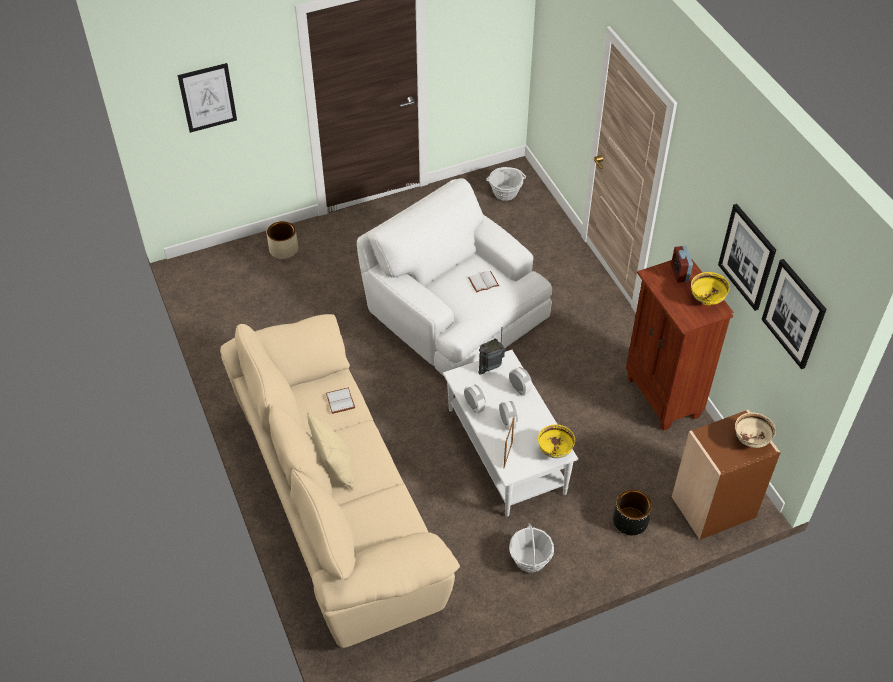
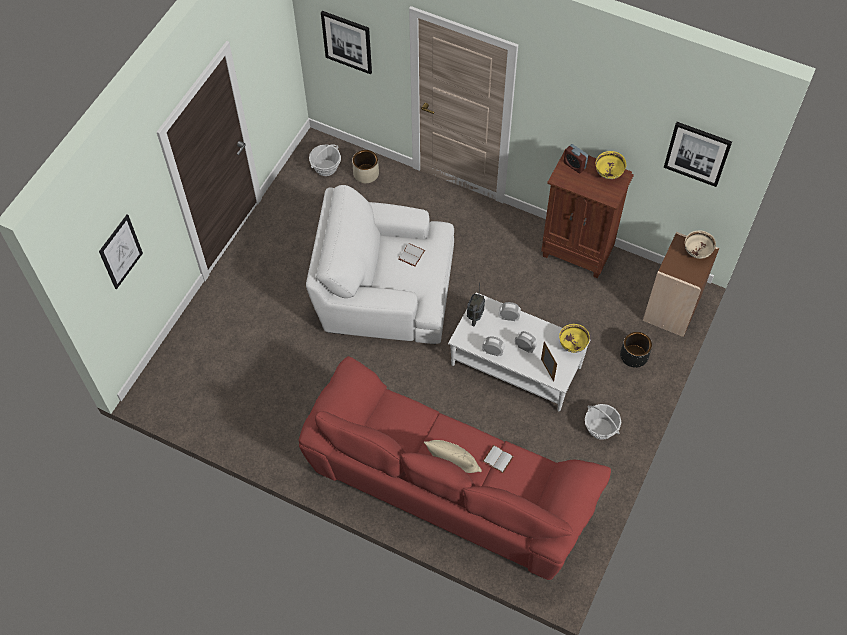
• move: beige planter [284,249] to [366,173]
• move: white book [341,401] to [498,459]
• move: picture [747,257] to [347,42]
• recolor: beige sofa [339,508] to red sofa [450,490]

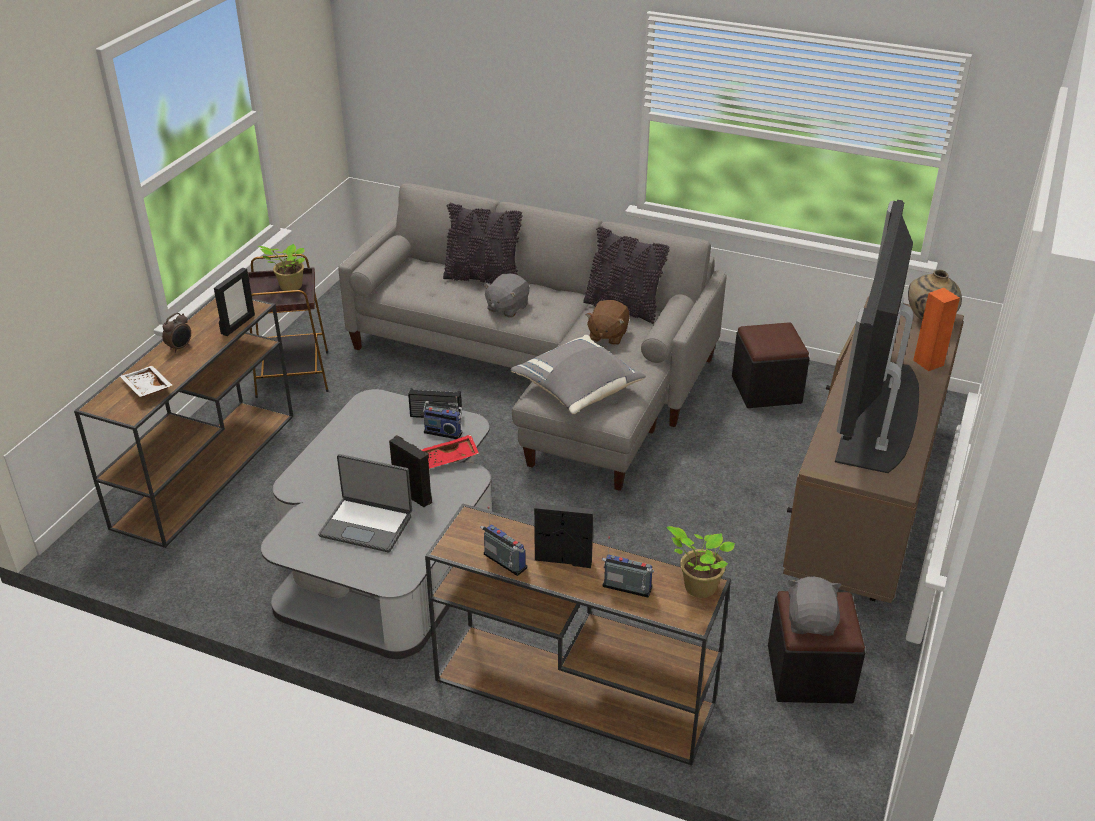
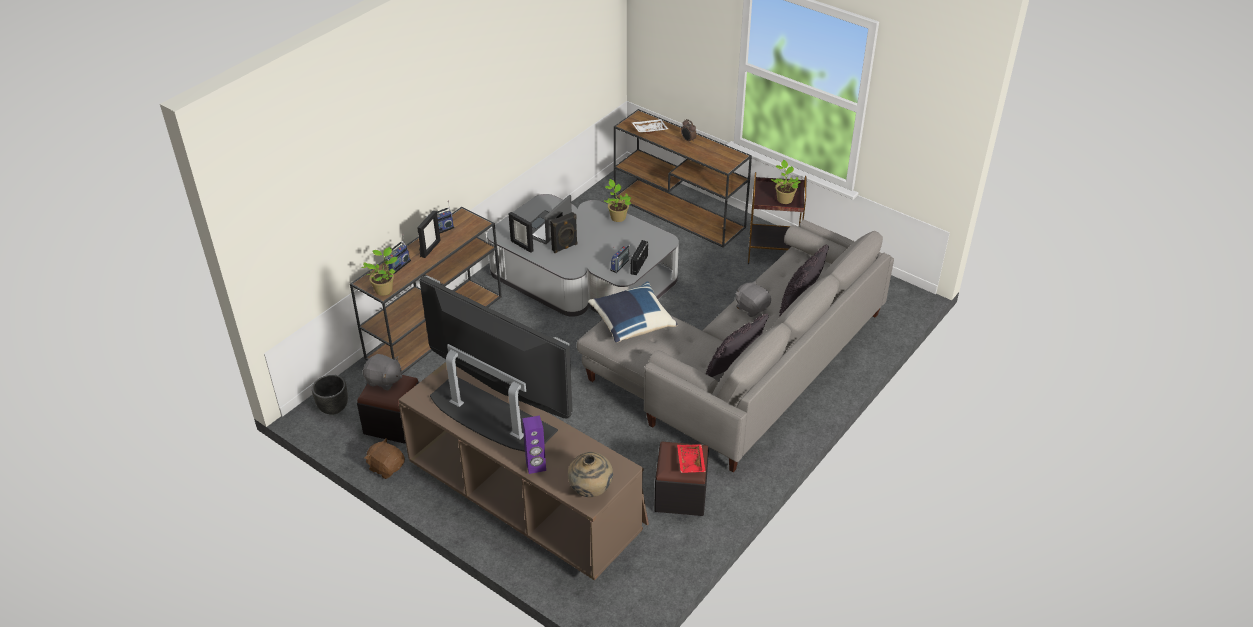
• insert: black planter [333,408]
• insert: potted plant [617,217]
• move: picture frame [238,324] to [522,245]
• move: red tray [448,459] to [690,462]
• move: brown plush toy [607,335] to [386,467]
• recolor: grey pillow [578,391] to blue pillow [632,323]
• recolor: orange speaker [928,362] to purple speaker [536,466]

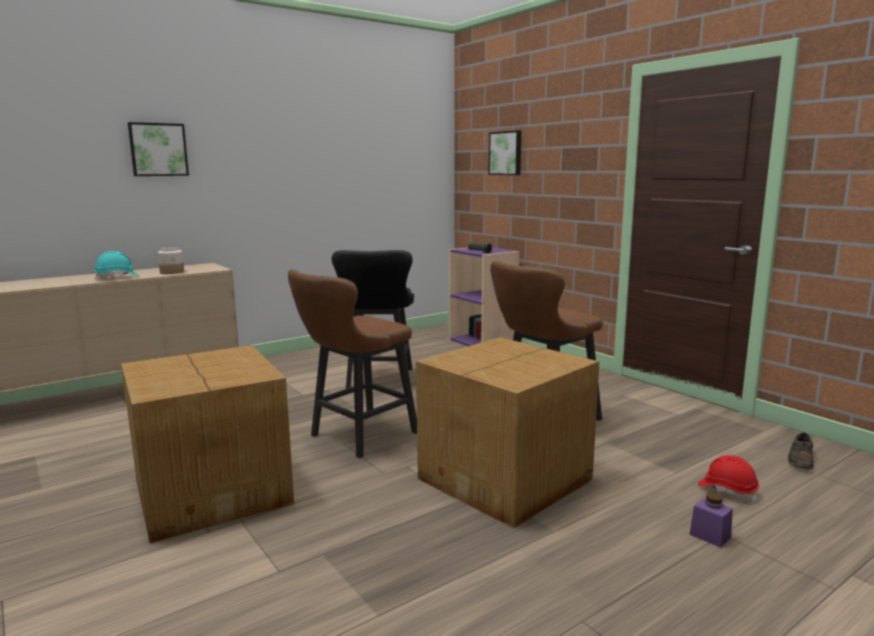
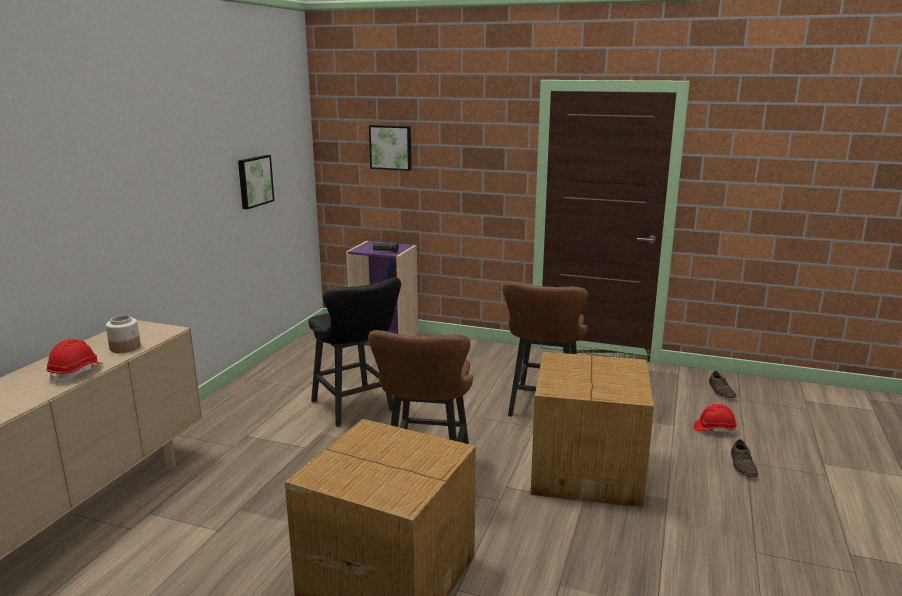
• move: picture [158,149] to [254,181]
• replace: purple jar [710,536] to brown shoe [743,466]
• recolor: turquoise hard hat [117,278] to red hard hat [76,373]

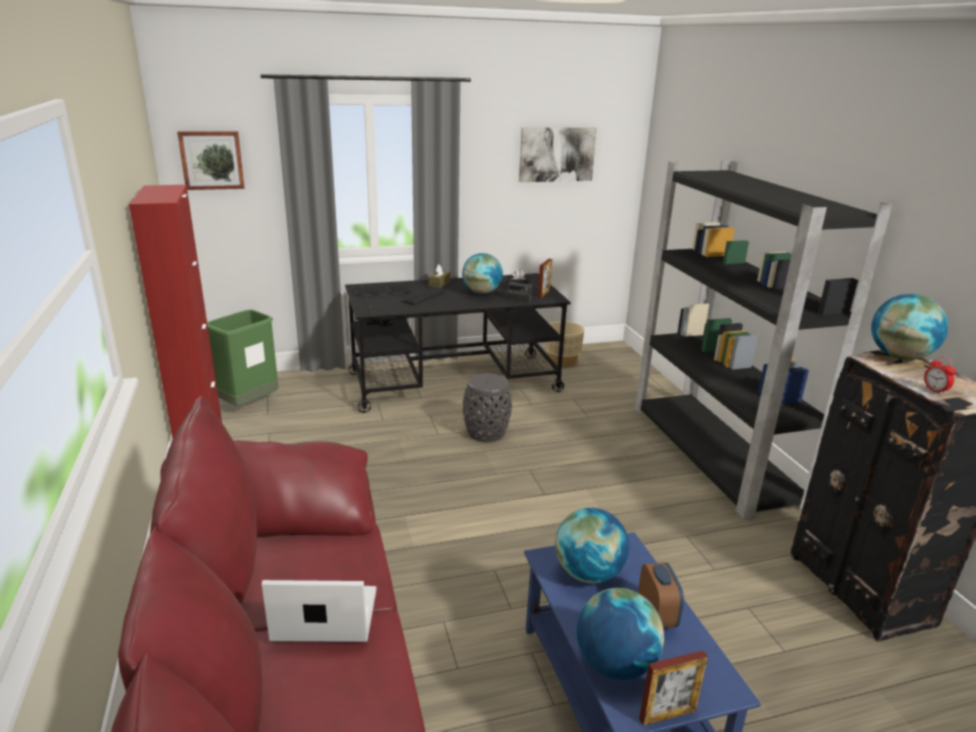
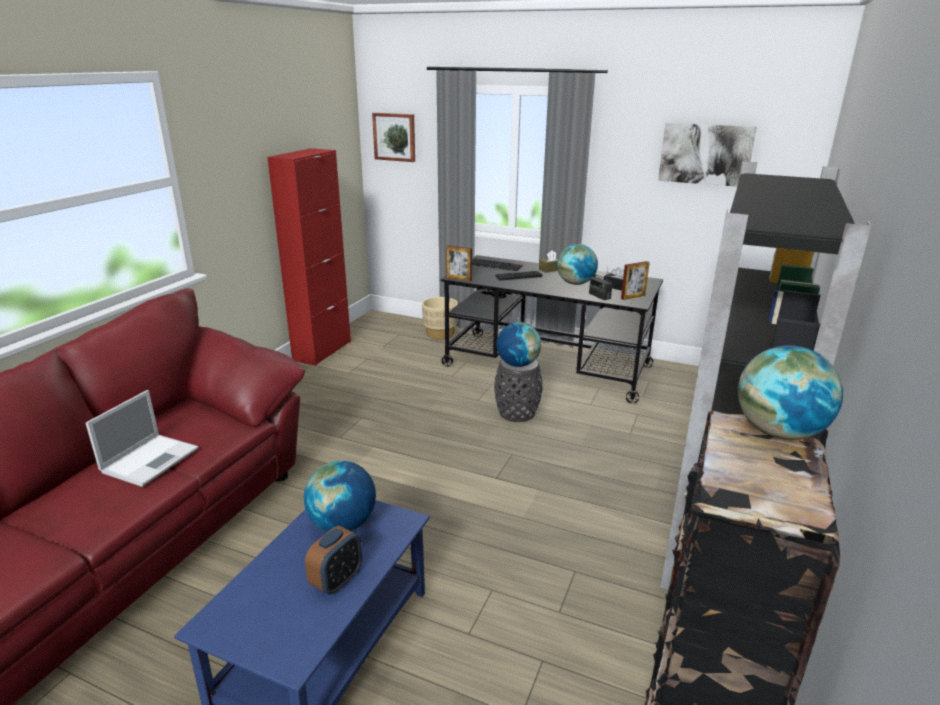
• delete: green trash can [250,404]
• delete: alarm clock [934,390]
• move: beige planter [562,360] to [440,333]
• move: globe [615,664] to [517,364]
• move: picture frame [667,715] to [459,279]
• rotate: laptop [323,616] = [151,459] 75 degrees clockwise

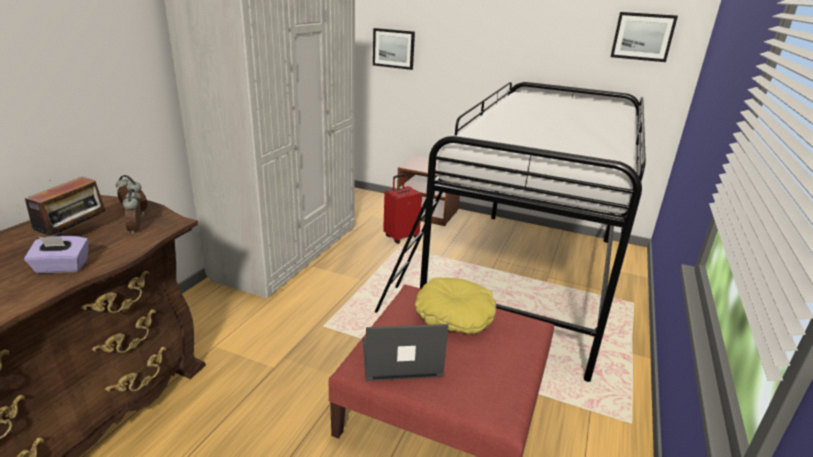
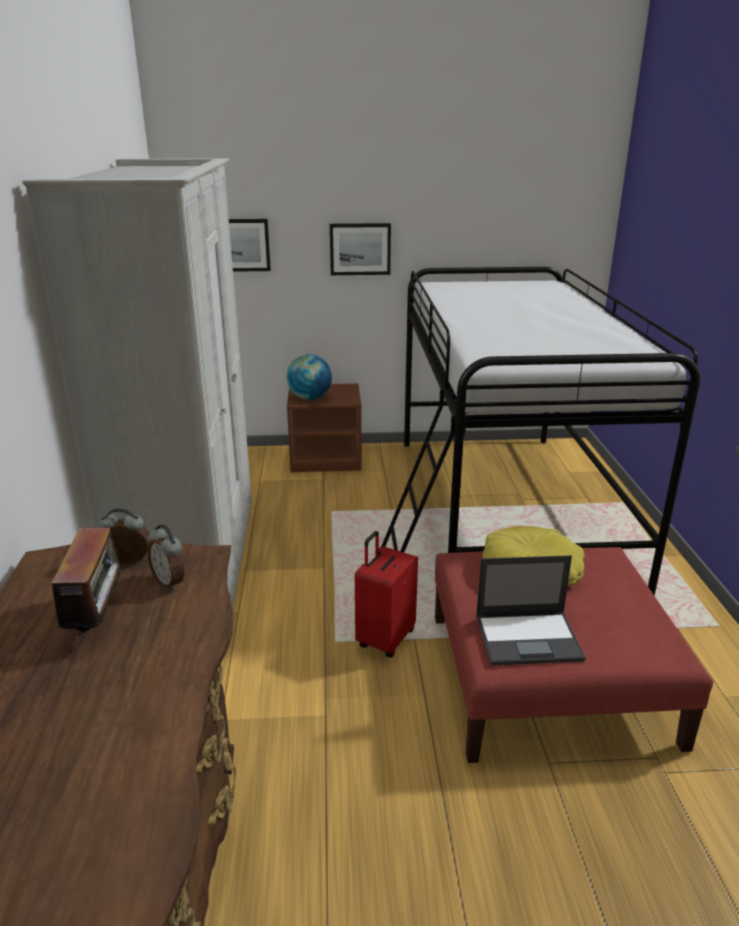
• delete: purple tissue box [62,267]
• insert: globe [310,398]
• move: red suitcase [401,237] to [384,639]
• move: picture [642,36] to [360,249]
• rotate: laptop [400,358] = [529,638] 150 degrees counterclockwise

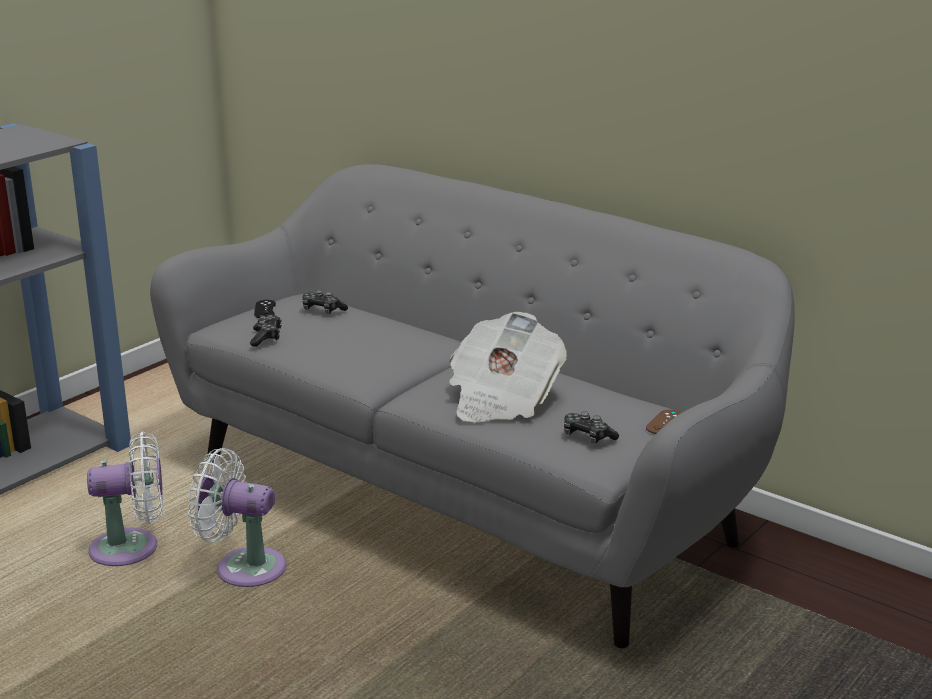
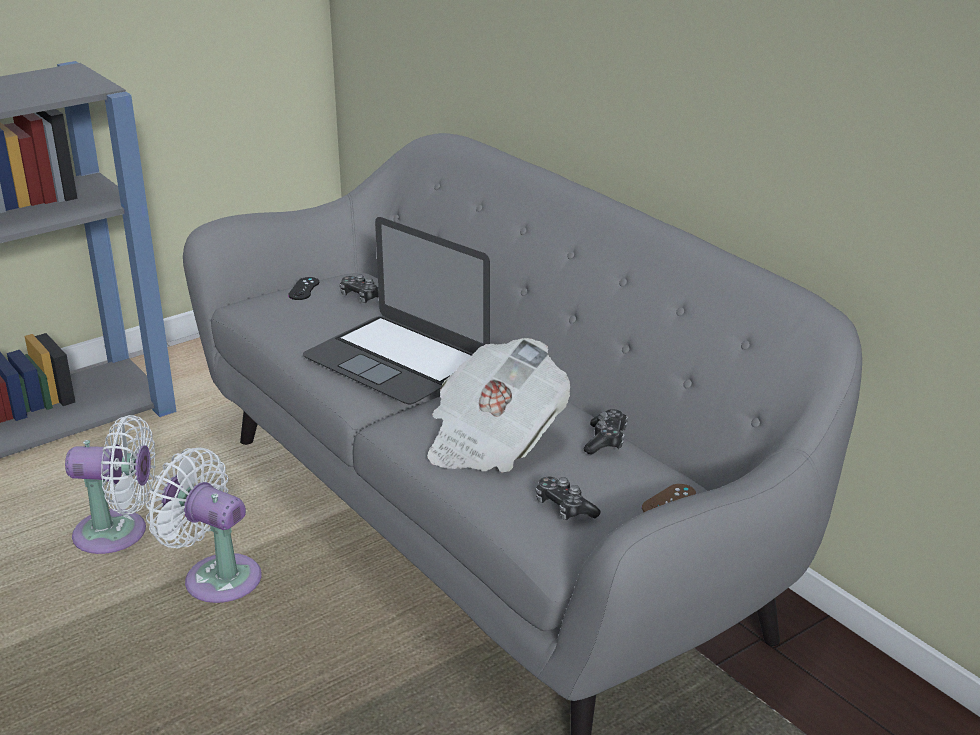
• insert: laptop [396,359]
• move: game controller [266,337] to [606,440]

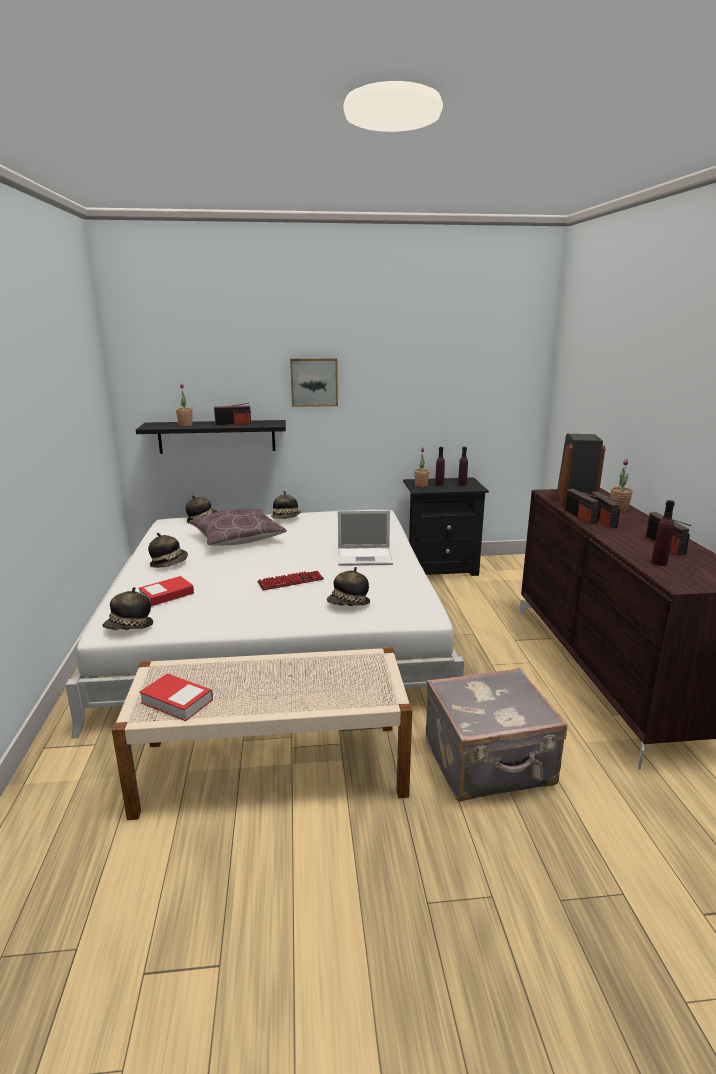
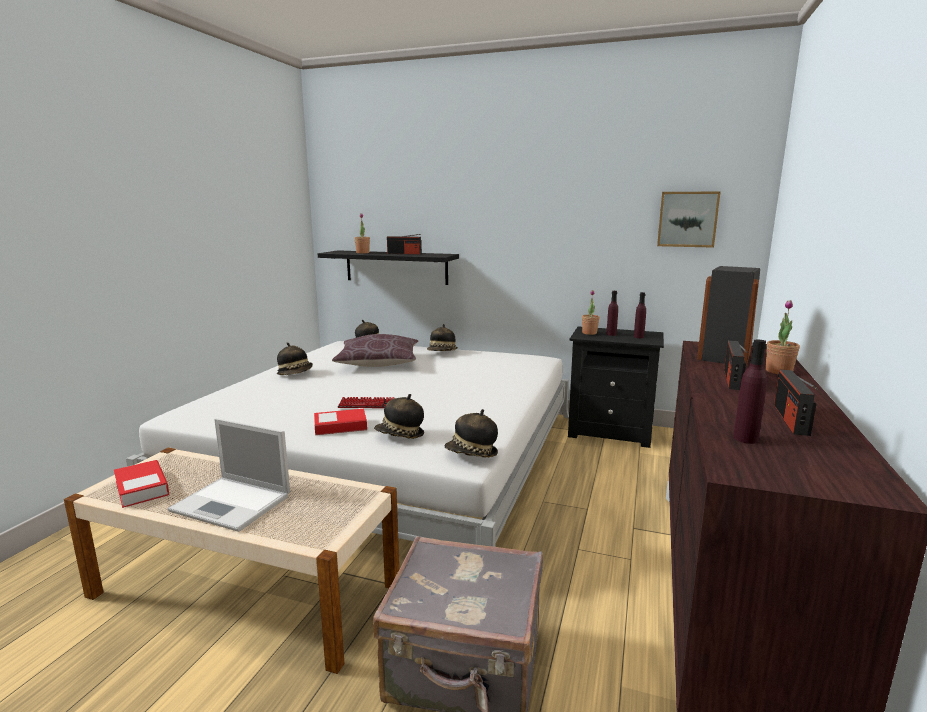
• delete: radio [580,516]
• move: hat [129,628] to [471,454]
• move: book [167,595] to [340,426]
• move: picture [314,382] to [687,219]
• move: laptop [365,557] to [233,503]

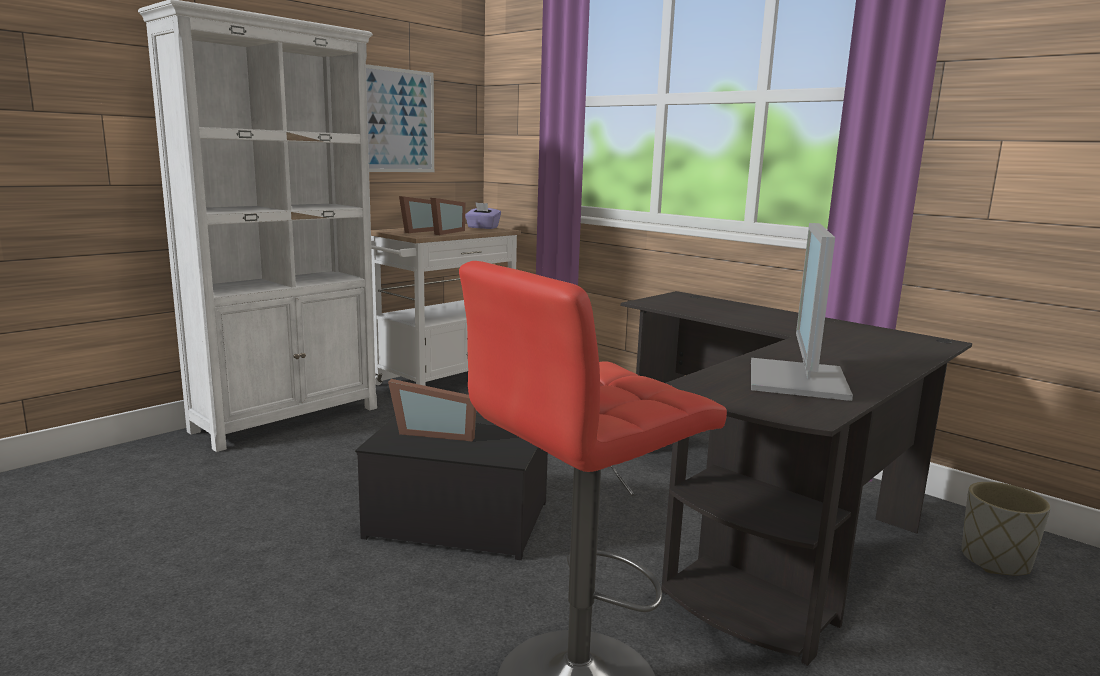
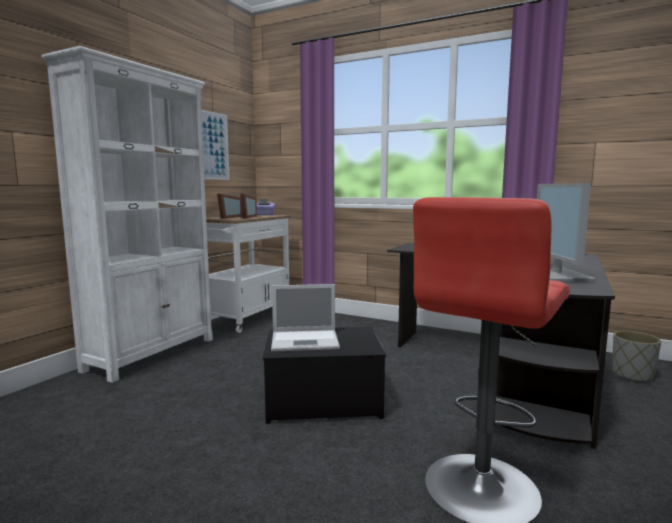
• replace: picture frame [435,432] to laptop [306,341]

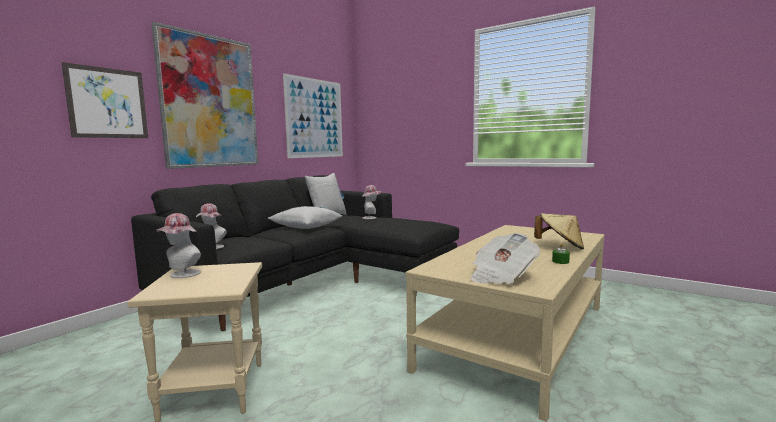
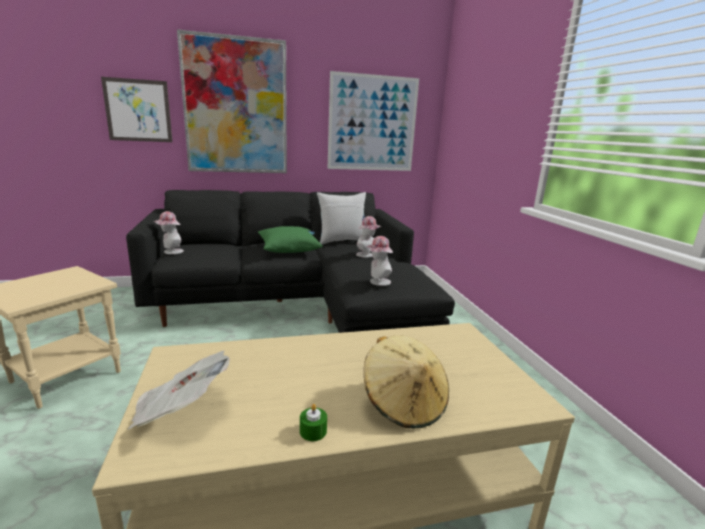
• move: hat [182,275] to [377,282]
• recolor: grey pillow [306,227] to green pillow [289,249]

